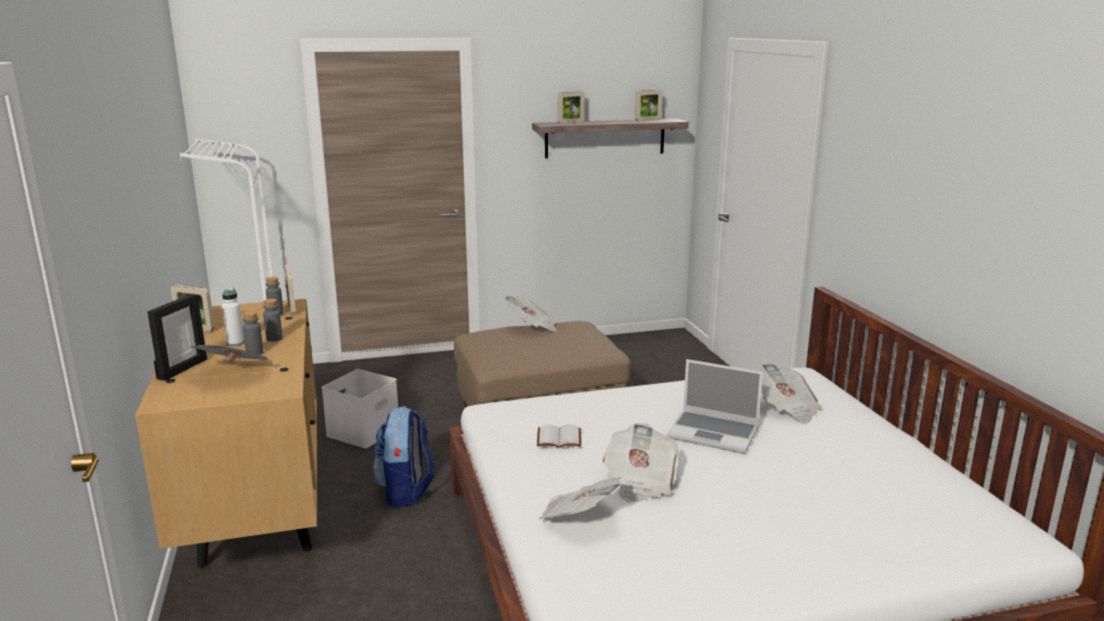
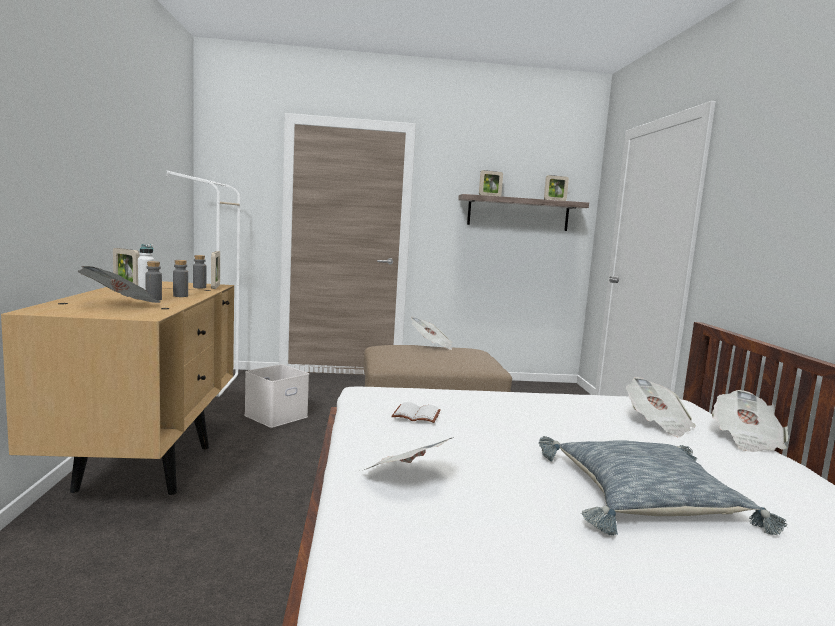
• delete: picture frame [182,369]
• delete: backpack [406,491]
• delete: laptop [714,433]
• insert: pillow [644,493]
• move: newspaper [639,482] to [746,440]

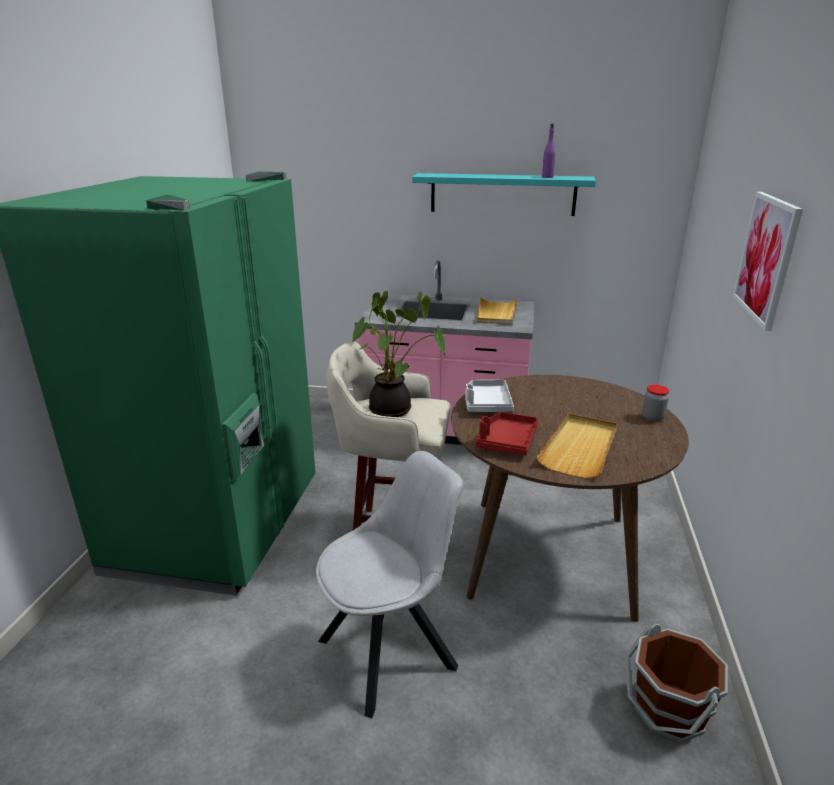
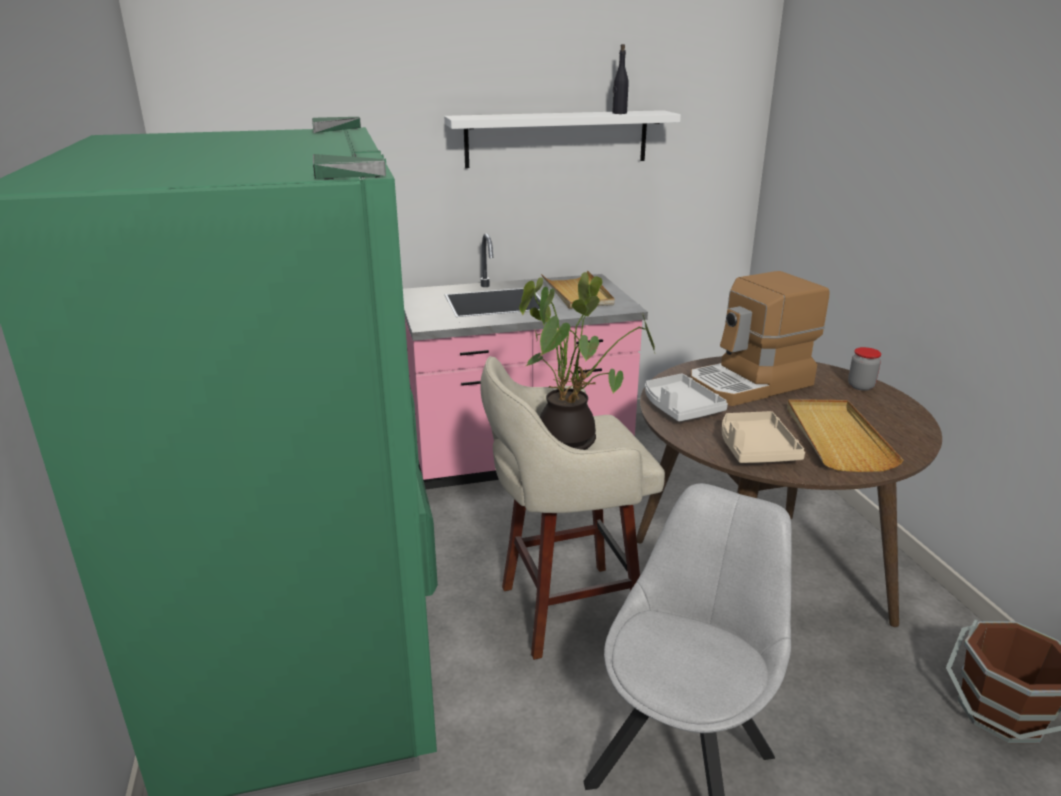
• delete: picture [766,258]
• insert: coffee machine [750,384]
• recolor: turquoise shelf [502,194] to white shelf [557,138]
• recolor: red tray [506,441] to beige tray [755,448]
• recolor: purple bottle [547,177] to black bottle [619,113]

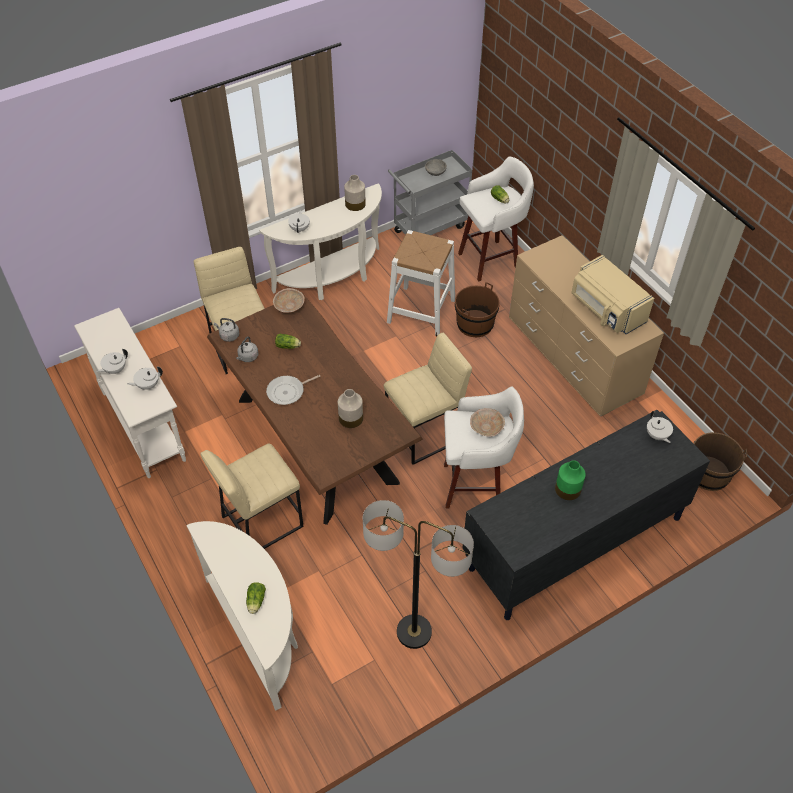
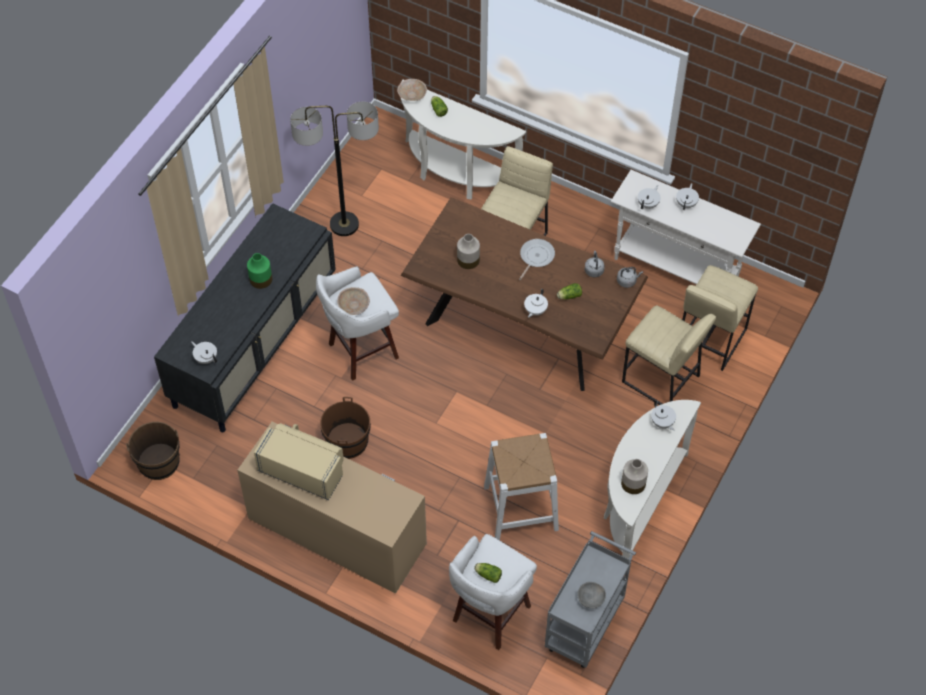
• insert: white teapot [535,310]
• move: beige bowl [289,306] to [412,95]
• move: beige chair [425,433] to [710,340]
• move: brown bucket [475,324] to [347,441]

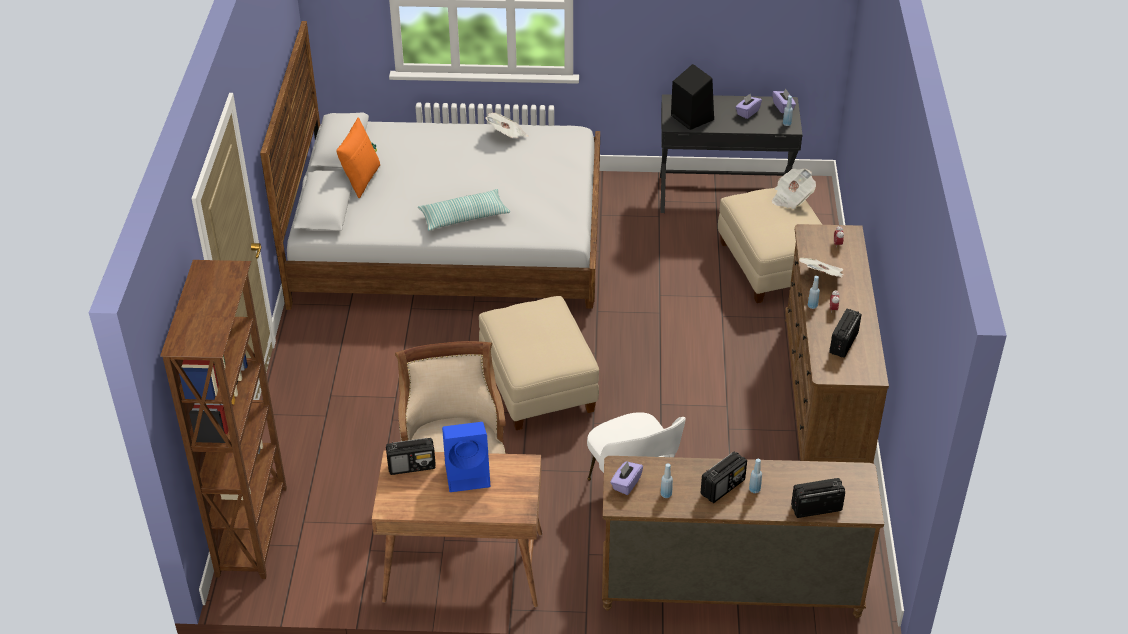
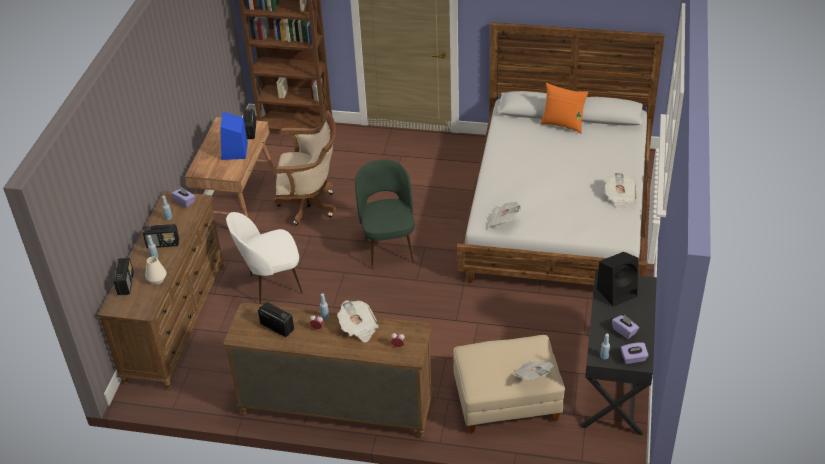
• delete: pillow [464,217]
• insert: white vase [157,280]
• insert: newspaper [502,221]
• replace: beige ottoman [537,385] to green chair [388,247]
• rotate: radio [723,487] = [163,243] 60 degrees counterclockwise

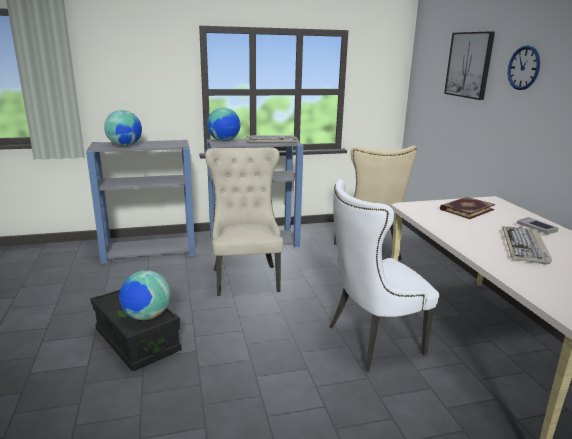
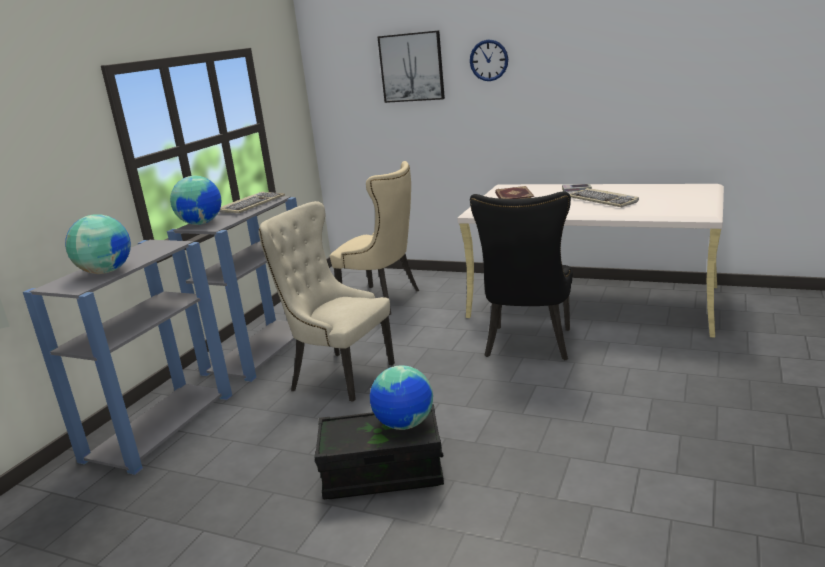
• recolor: white chair [373,341] to black chair [529,344]

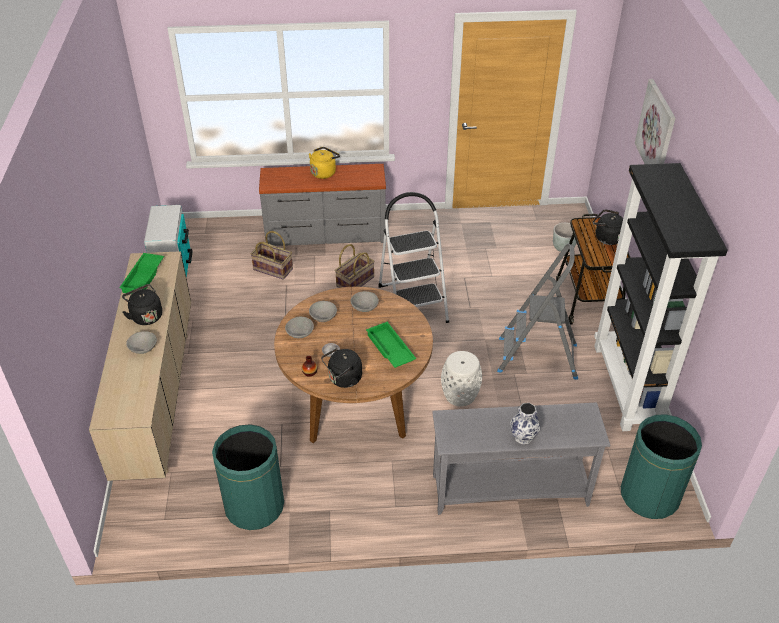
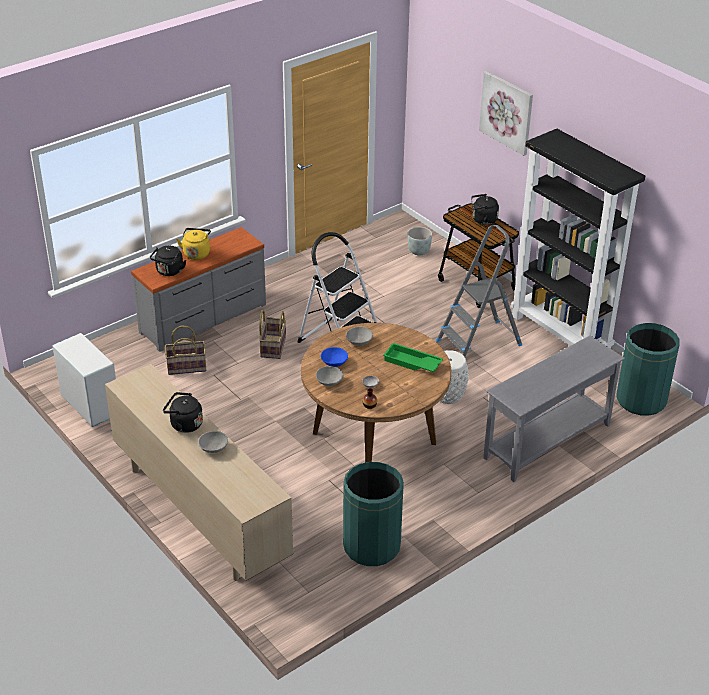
• delete: green tray [144,277]
• delete: vase [522,436]
• move: black kettle [343,379] to [169,271]
• recolor: grey bowl [323,317] to blue bowl [334,363]

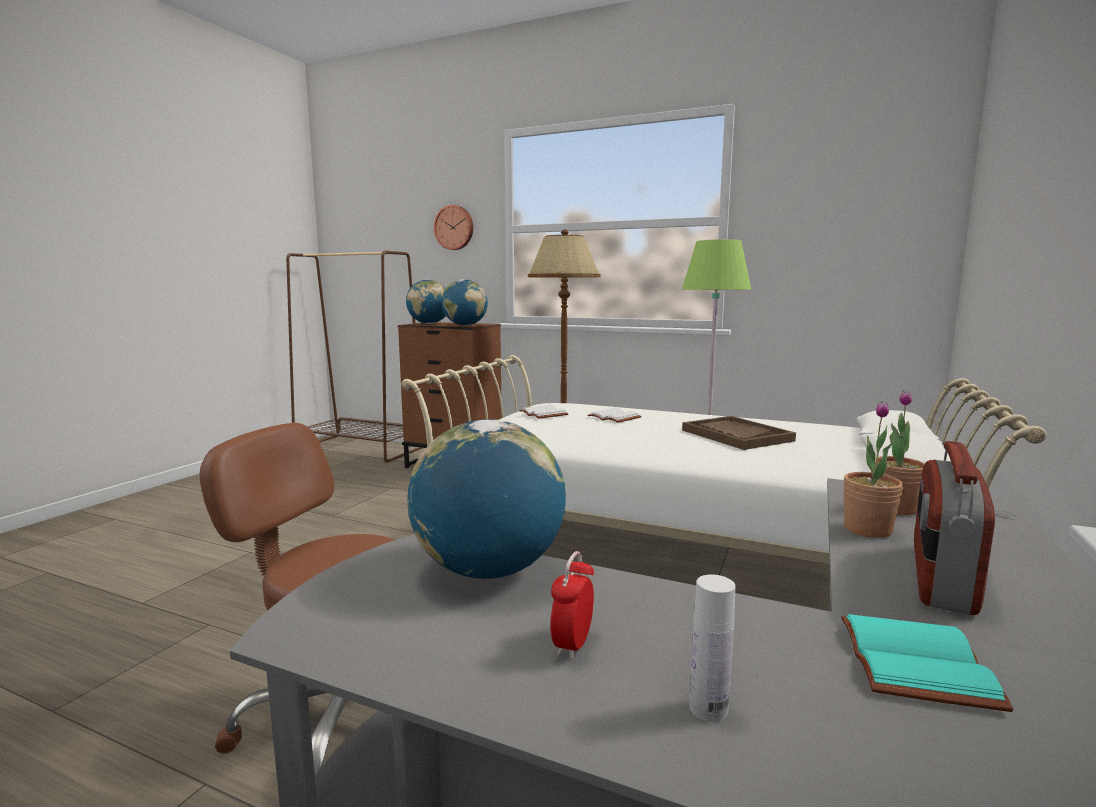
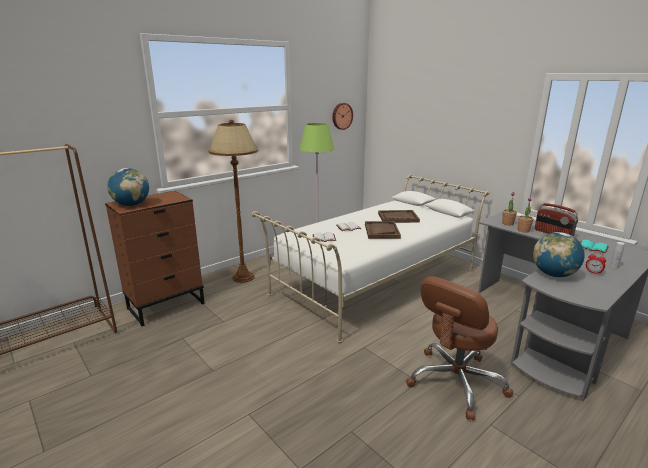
• delete: globe [465,325]
• insert: brown tray [381,231]
• move: wall clock [454,227] to [341,116]

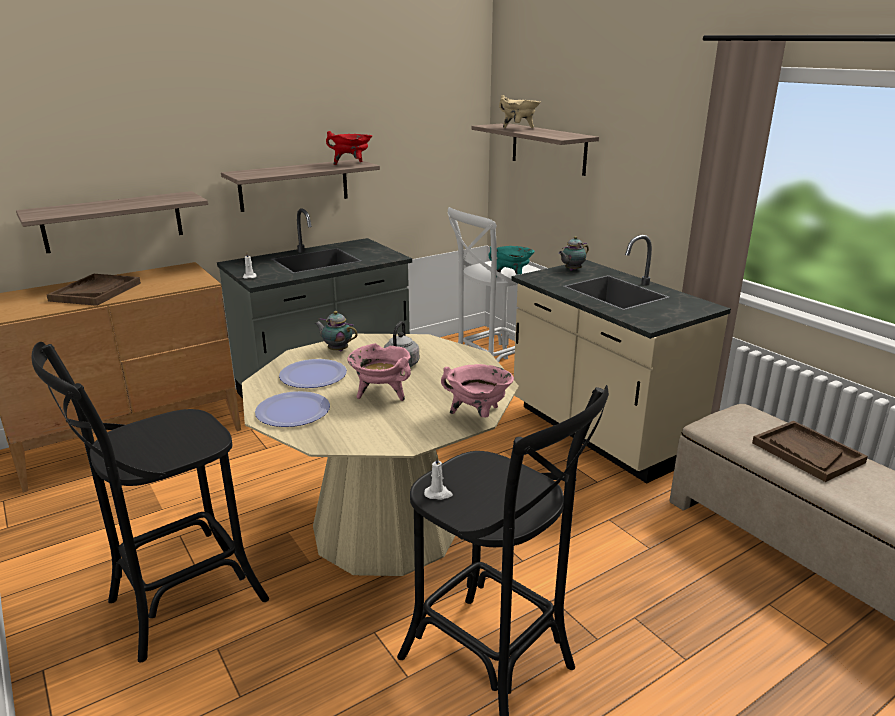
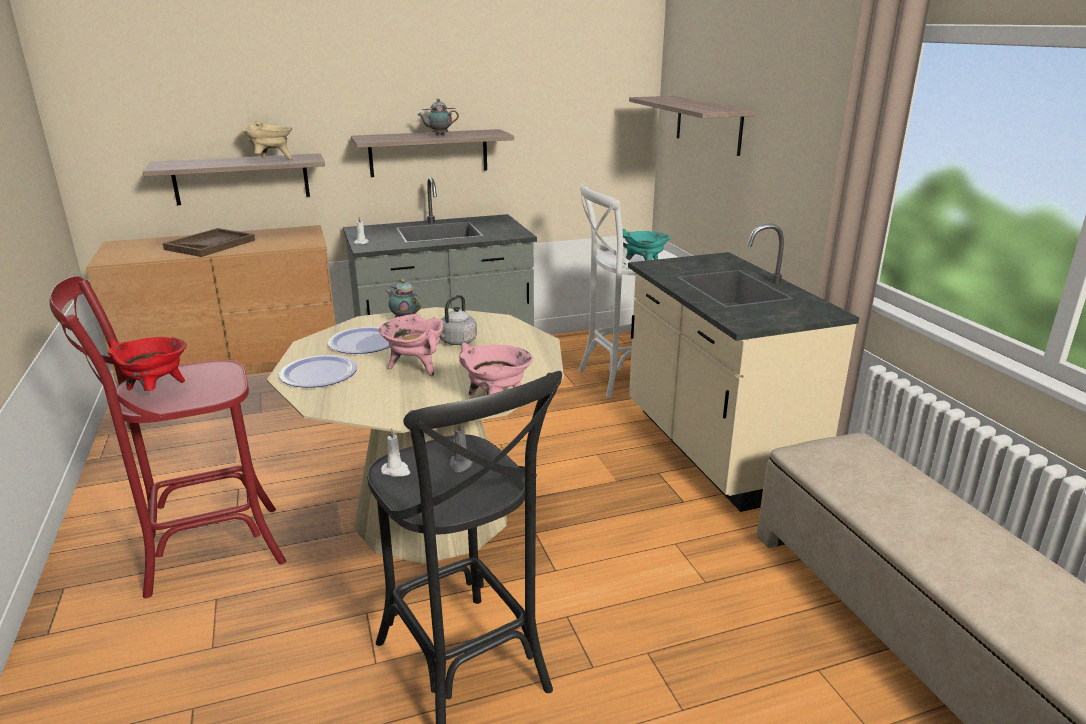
• delete: brown tray [807,452]
• insert: grey candle [461,464]
• move: red cooking pot [352,164] to [156,391]
• move: beige cooking pot [518,129] to [271,160]
• move: teapot [571,270] to [438,135]
• recolor: black stool [179,603] to red stool [205,551]

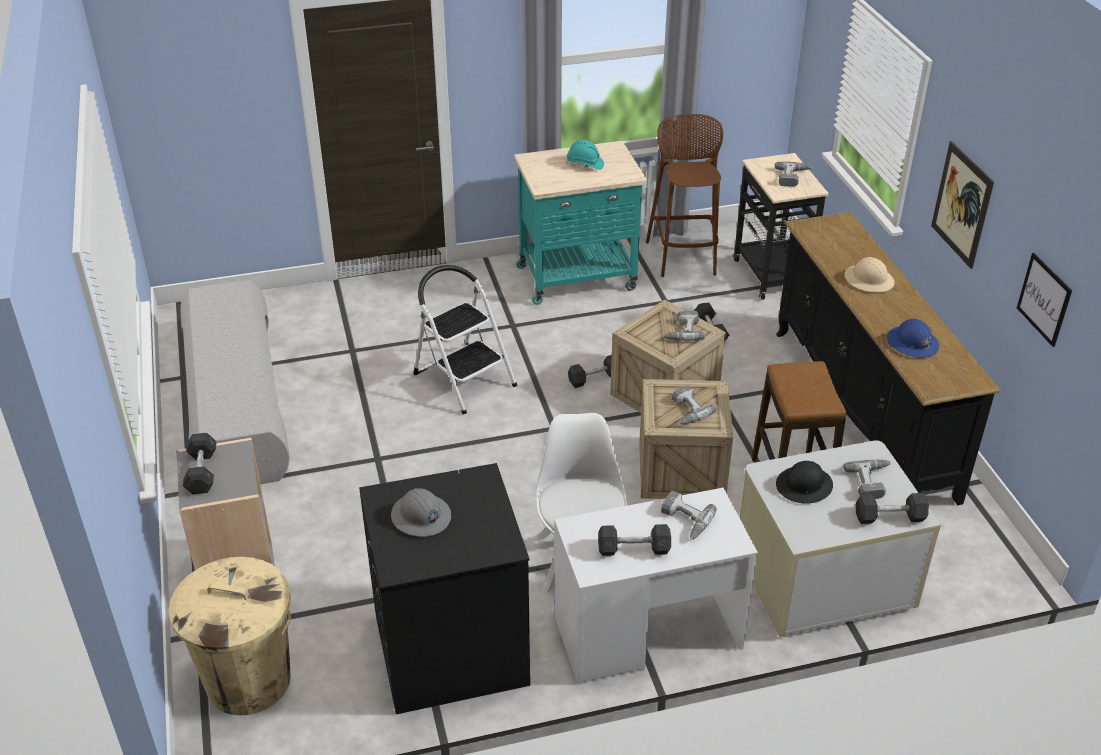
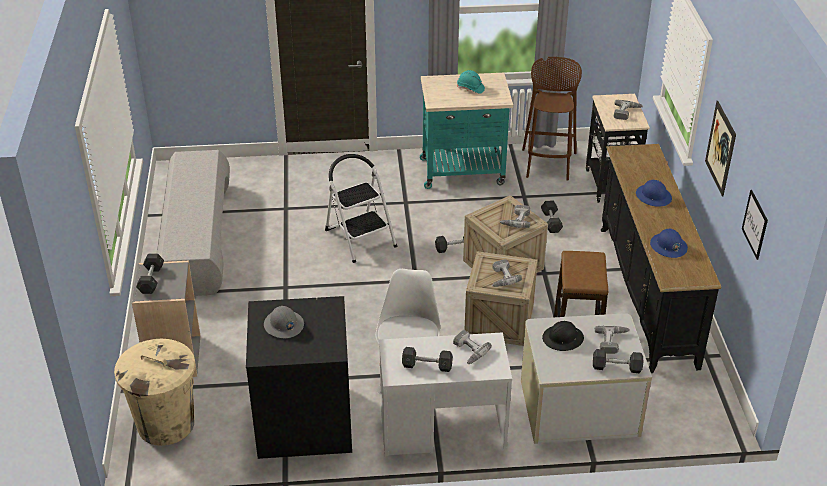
• recolor: beige hard hat [869,280] to blue hard hat [653,196]

